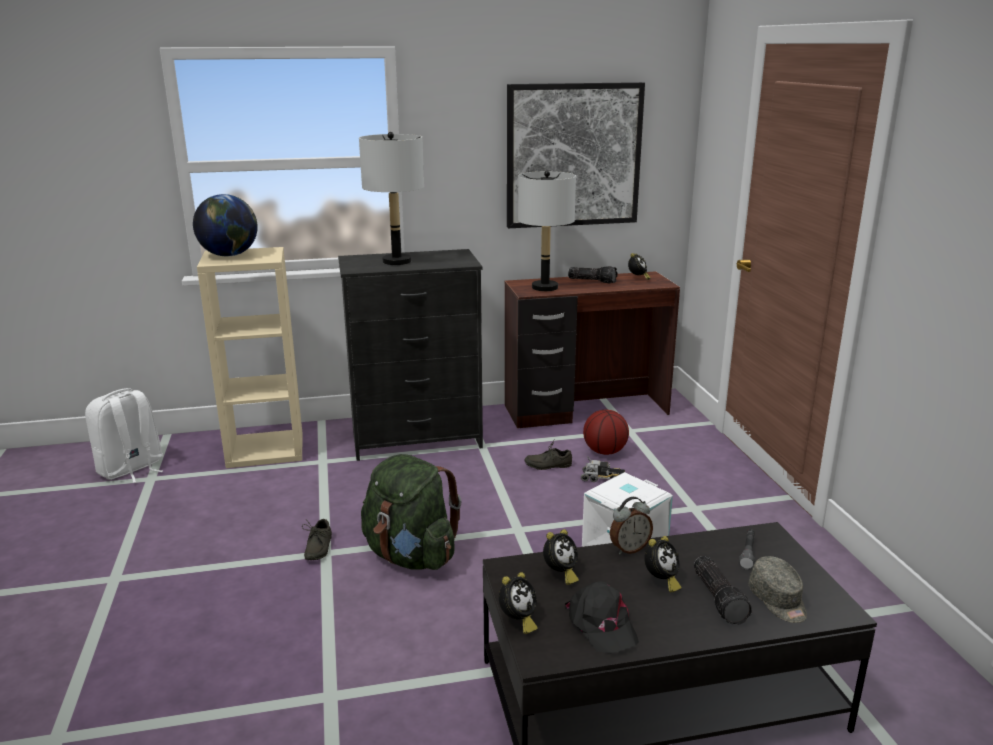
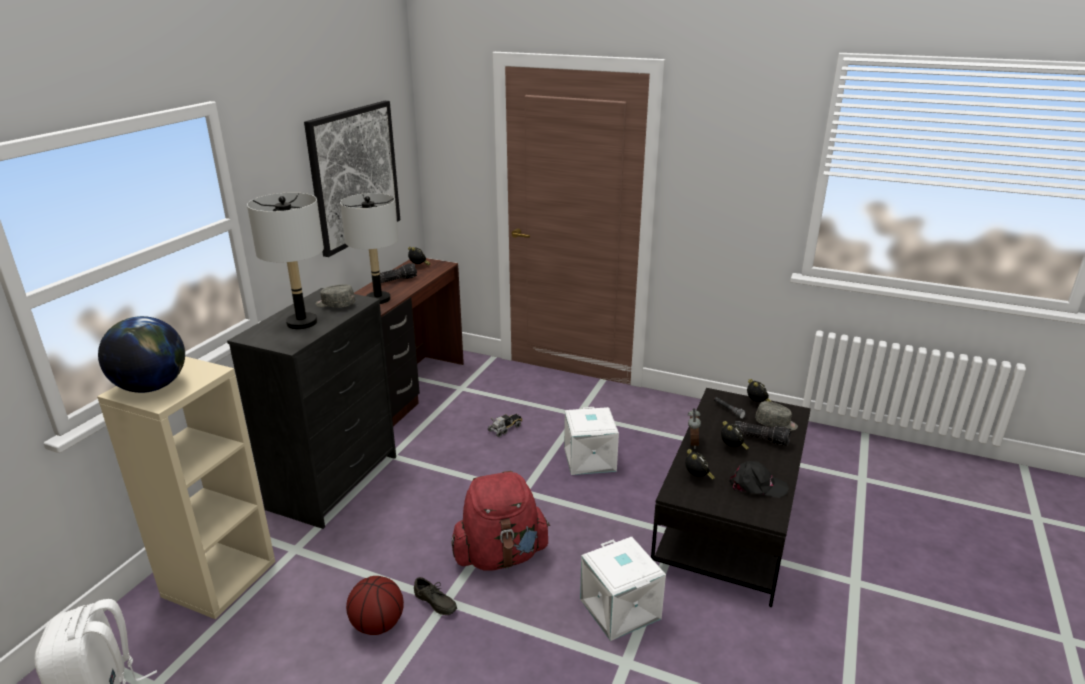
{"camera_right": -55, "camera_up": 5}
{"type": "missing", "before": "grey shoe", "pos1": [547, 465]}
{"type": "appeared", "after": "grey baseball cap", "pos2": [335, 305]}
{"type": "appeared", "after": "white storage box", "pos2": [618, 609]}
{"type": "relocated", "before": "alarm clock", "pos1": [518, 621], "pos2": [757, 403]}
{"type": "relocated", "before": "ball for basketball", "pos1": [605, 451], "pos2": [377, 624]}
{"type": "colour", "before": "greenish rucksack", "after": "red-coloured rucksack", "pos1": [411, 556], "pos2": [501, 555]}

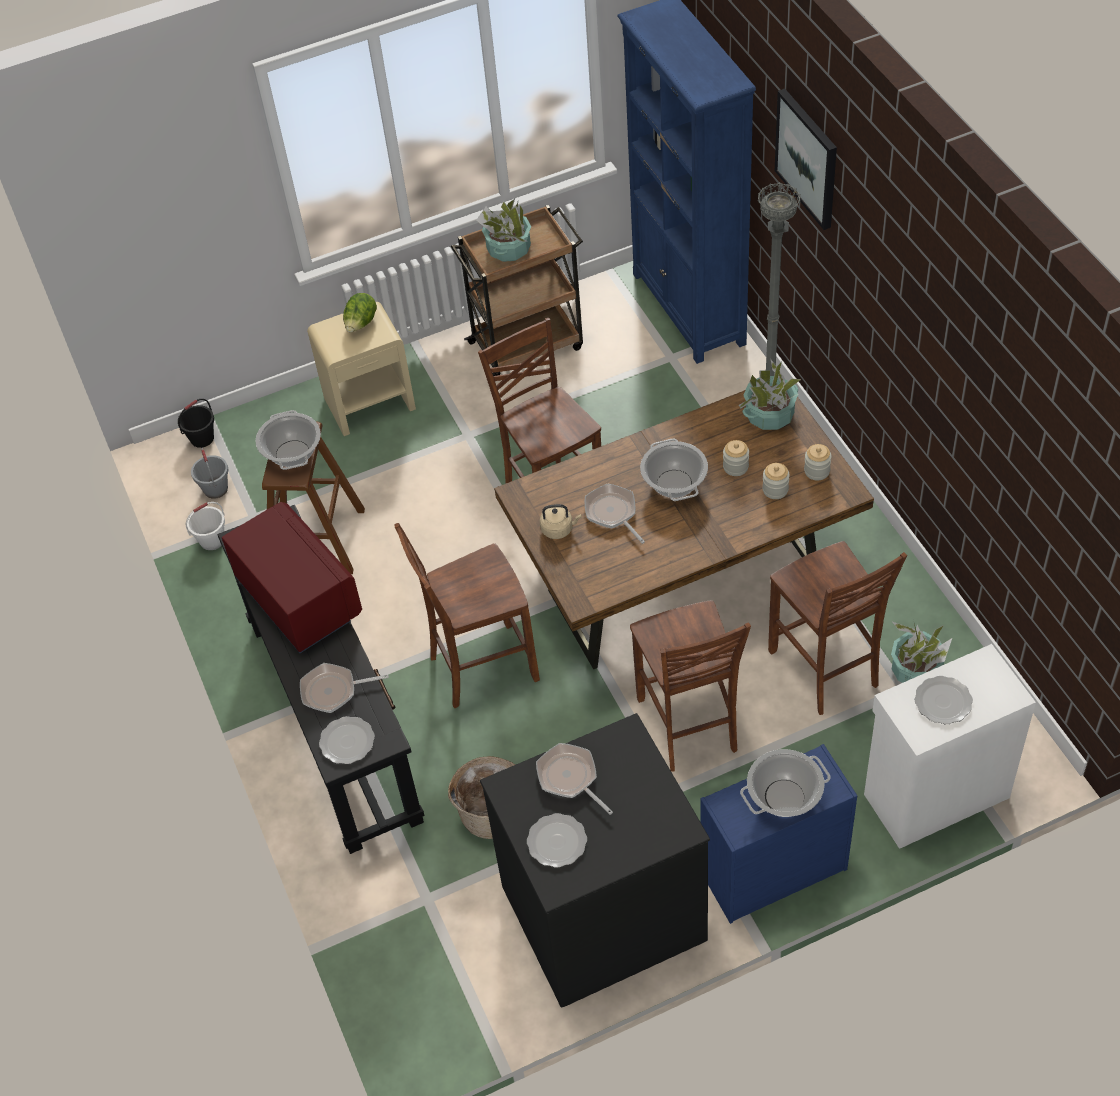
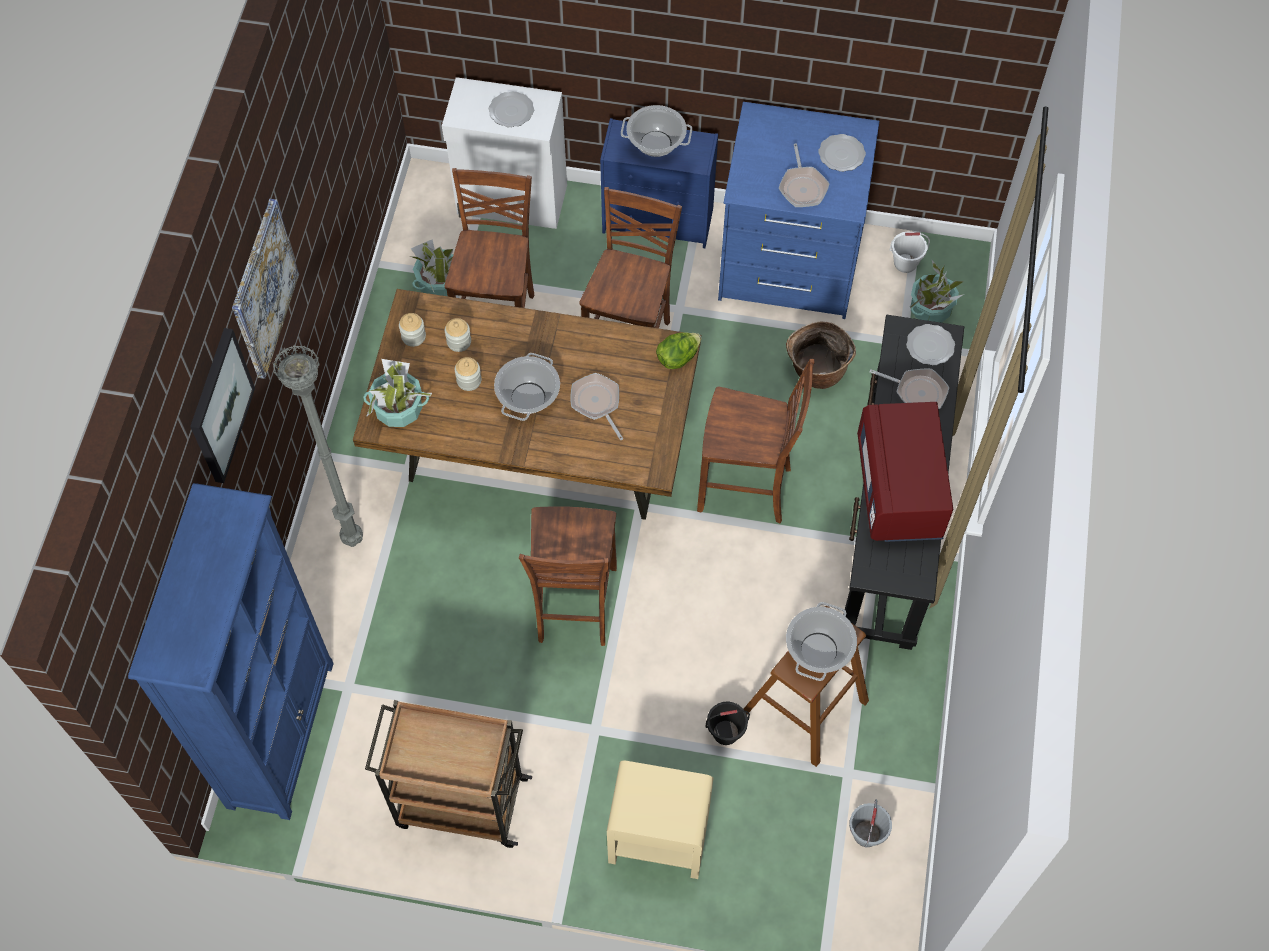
{"camera_right": -150, "camera_up": 10}
{"type": "missing", "before": "beige-coloured tea kettle", "pos1": [559, 529]}
{"type": "appeared", "after": "wall art", "pos2": [263, 289]}
{"type": "relocated", "before": "black-coloured bucket", "pos1": [202, 438], "pos2": [725, 732]}
{"type": "relocated", "before": "white bucket", "pos1": [212, 540], "pos2": [905, 263]}
{"type": "relocated", "before": "lettuce head", "pos1": [361, 324], "pos2": [678, 357]}
{"type": "relocated", "before": "plant in a pot", "pos1": [508, 249], "pos2": [930, 308]}
{"type": "colour", "before": "black-coloured chest of drawers", "after": "blue-coloured chest of drawers", "pos1": [602, 910], "pos2": [788, 264]}
{"type": "spun", "before": "pan", "pos1": [612, 513], "pos2": [597, 403], "turn": 150}

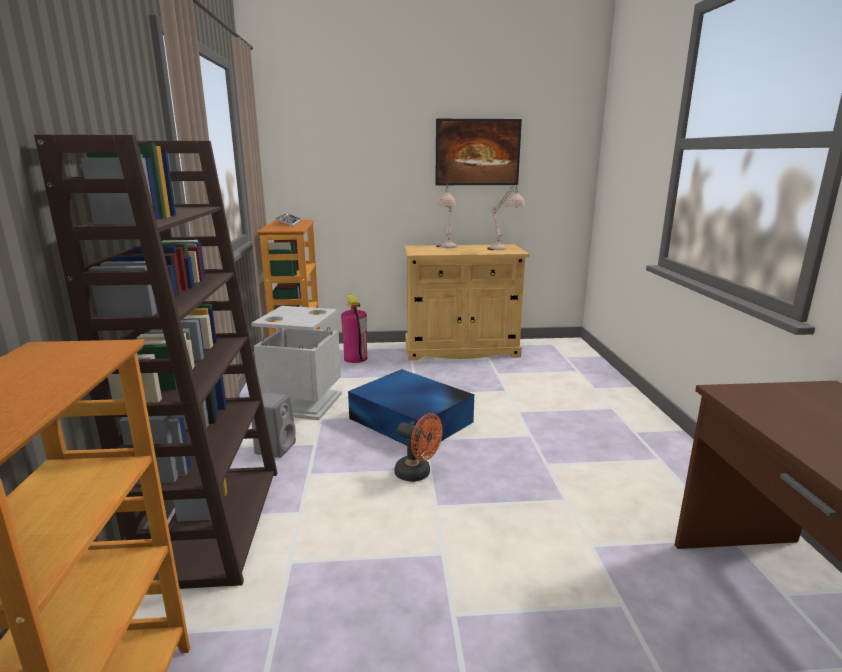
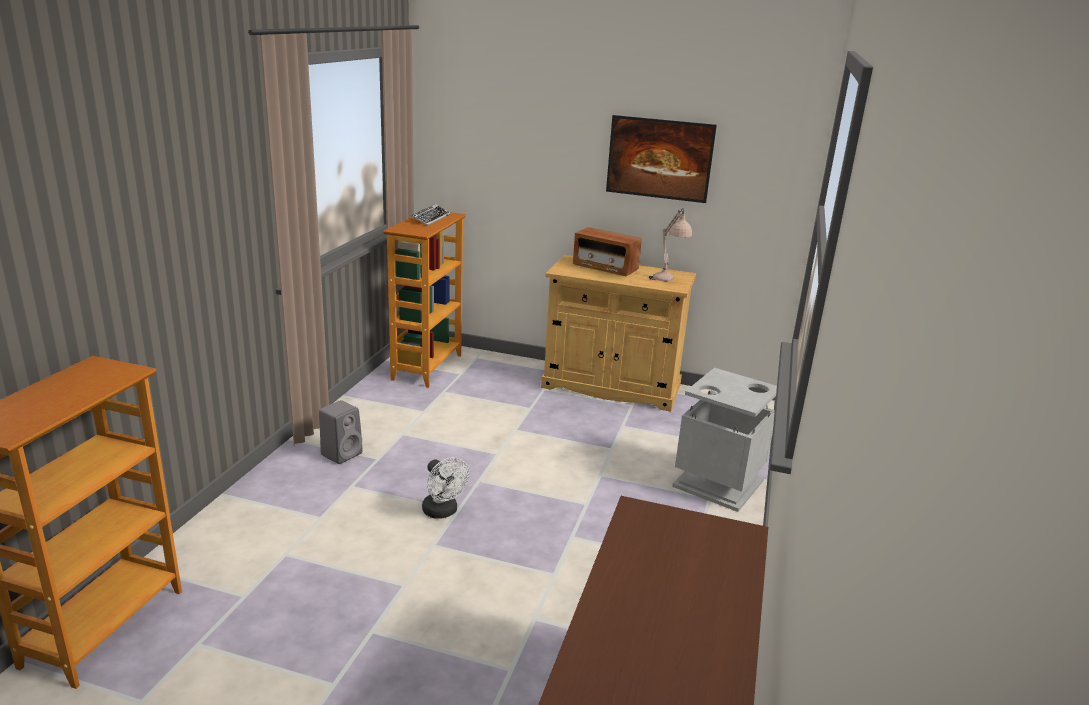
{"camera_right": 20, "camera_up": 5}
{"type": "missing", "before": "brown-coloured bookshelf", "pos1": [214, 522]}
{"type": "missing", "before": "extinguisher", "pos1": [355, 358]}
{"type": "missing", "before": "blue-coloured storage box", "pos1": [411, 421]}
{"type": "relocated", "before": "grey rubbish bin", "pos1": [303, 403], "pos2": [719, 483]}
{"type": "exchanged", "before": "beige-coloured tabletop lamp", "after": "radio receiver", "pos1": [446, 248], "pos2": [605, 267]}
{"type": "colour", "before": "orange-coloured fan", "after": "white fan", "pos1": [418, 474], "pos2": [443, 512]}

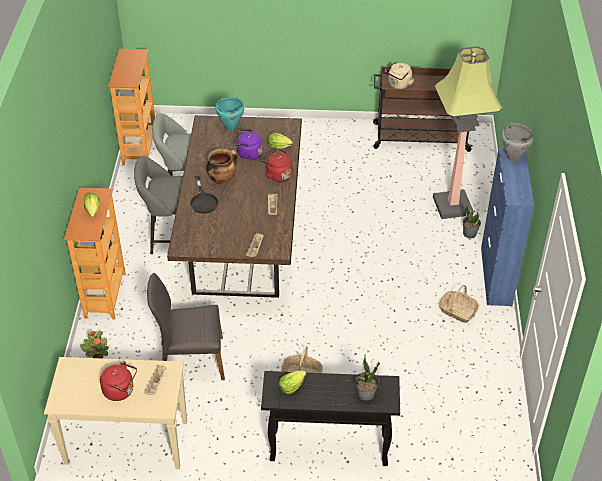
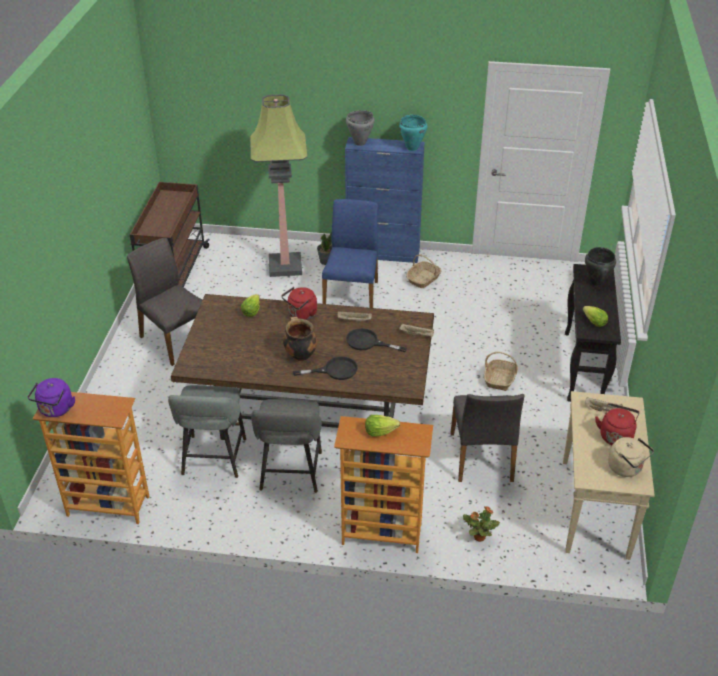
{"camera_right": -85, "camera_up": -5}
{"type": "appeared", "after": "grey upright chair", "pos2": [175, 339]}
{"type": "appeared", "after": "blue-coloured upright chair", "pos2": [352, 295]}
{"type": "appeared", "after": "black-coloured pan", "pos2": [368, 342]}
{"type": "relocated", "before": "turquoise-coloured cooking pot", "pos1": [230, 127], "pos2": [412, 148]}
{"type": "relocated", "before": "purplish tea kettle", "pos1": [248, 154], "pos2": [55, 410]}
{"type": "relocated", "before": "beige-coloured tea kettle", "pos1": [398, 85], "pos2": [626, 468]}
{"type": "exchanged", "before": "plant in a pot", "after": "black-coloured cooking pot", "pos1": [365, 394], "pos2": [596, 282]}

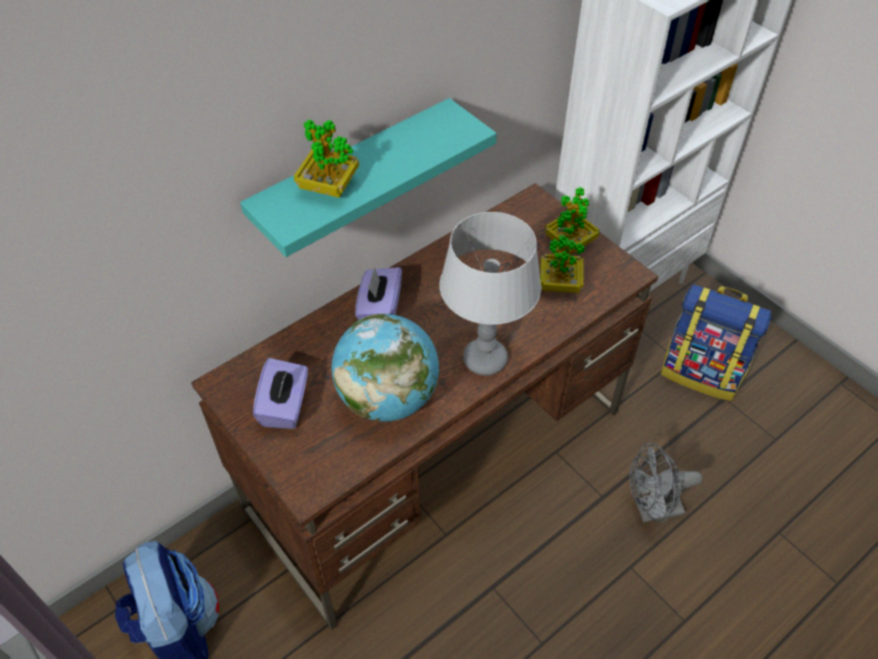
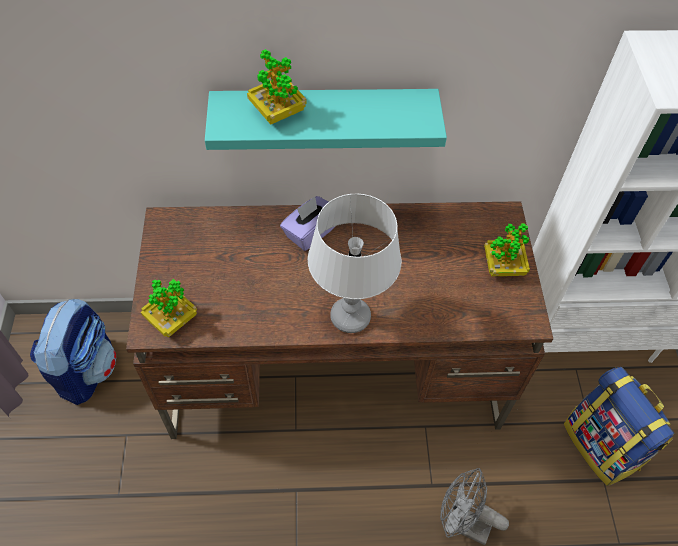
{"camera_right": 35, "camera_up": 5}
{"type": "missing", "before": "purplish box of tissues", "pos1": [285, 406]}
{"type": "missing", "before": "world globe", "pos1": [388, 398]}
{"type": "relocated", "before": "plant in a pot", "pos1": [559, 284], "pos2": [172, 320]}

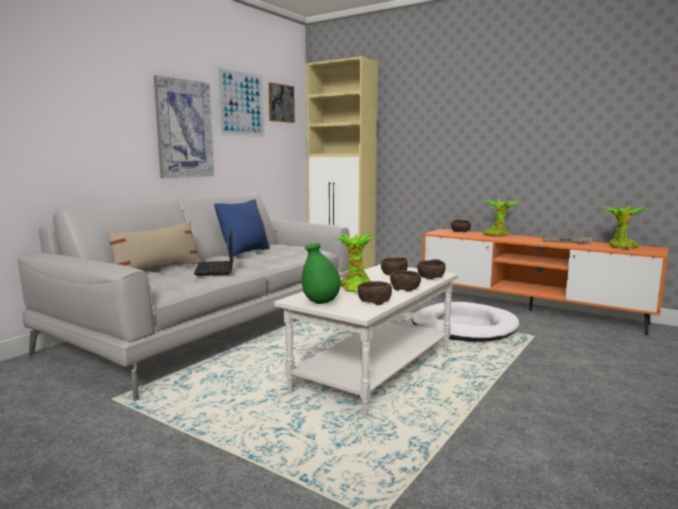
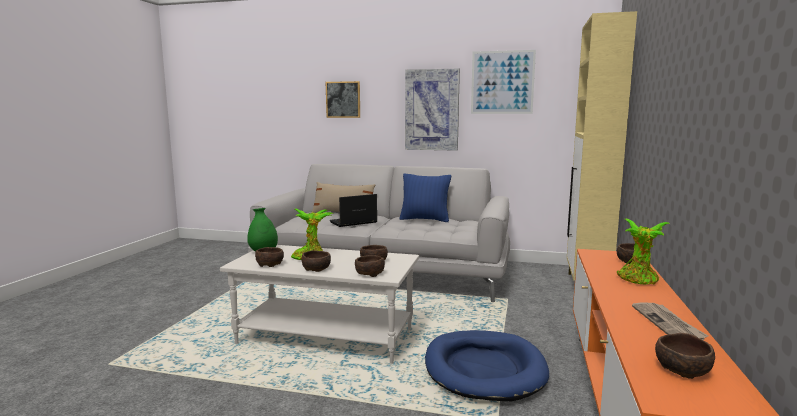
{"camera_right": 70, "camera_up": 0}
{"type": "relocated", "before": "wall art", "pos1": [281, 103], "pos2": [343, 99]}
{"type": "exchanged", "before": "plant in a pot", "after": "brown-coloured deep dish", "pos1": [622, 247], "pos2": [682, 370]}
{"type": "colour", "before": "white pet bed", "after": "blue-coloured pet bed", "pos1": [463, 327], "pos2": [484, 369]}

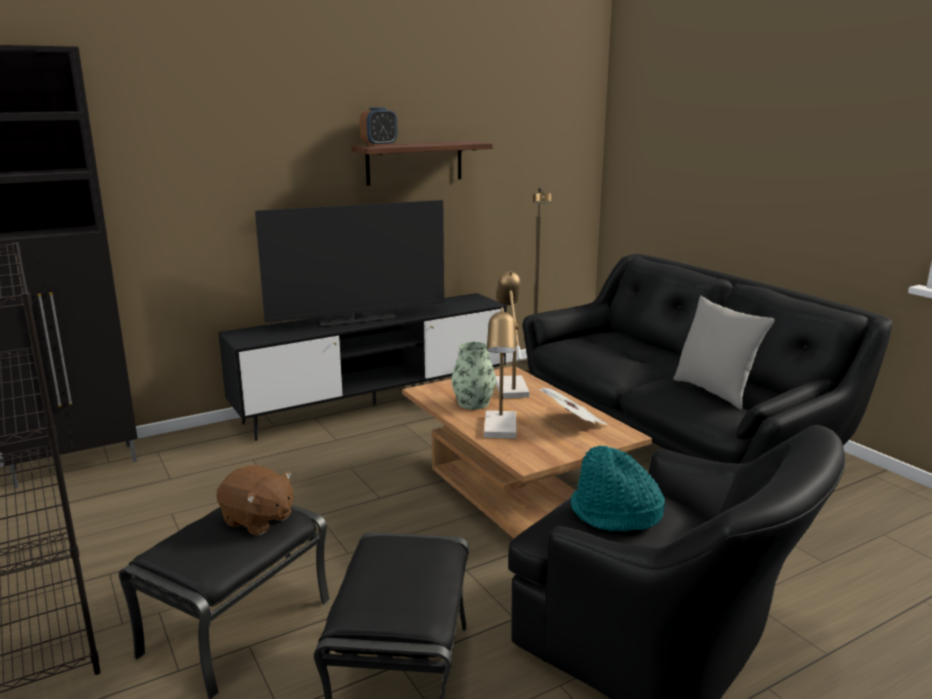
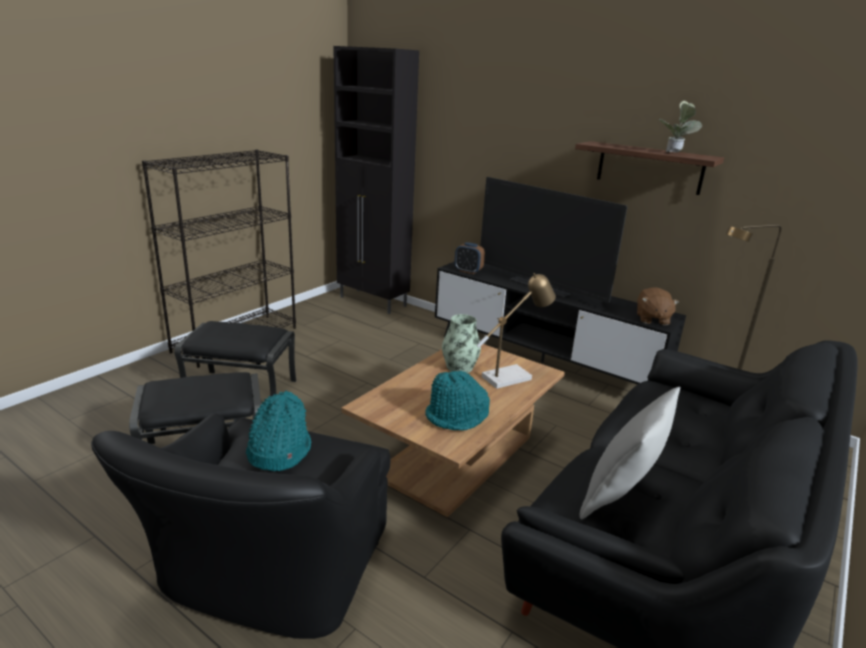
{"camera_right": 65, "camera_up": 5}
{"type": "missing", "before": "tabletop lamp", "pos1": [501, 430]}
{"type": "appeared", "after": "plant in a pot", "pos2": [674, 153]}
{"type": "relocated", "before": "brown-coloured plush toy", "pos1": [258, 520], "pos2": [652, 319]}
{"type": "relocated", "before": "alarm clock", "pos1": [379, 145], "pos2": [468, 271]}
{"type": "exchanged", "before": "newspaper", "after": "turquoise-coloured hat", "pos1": [572, 423], "pos2": [457, 416]}

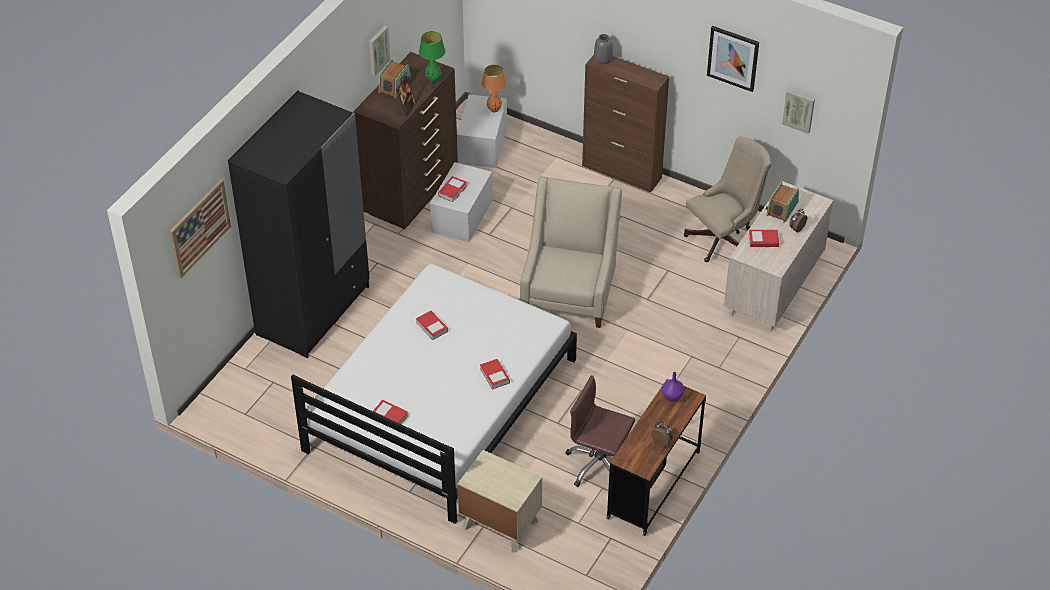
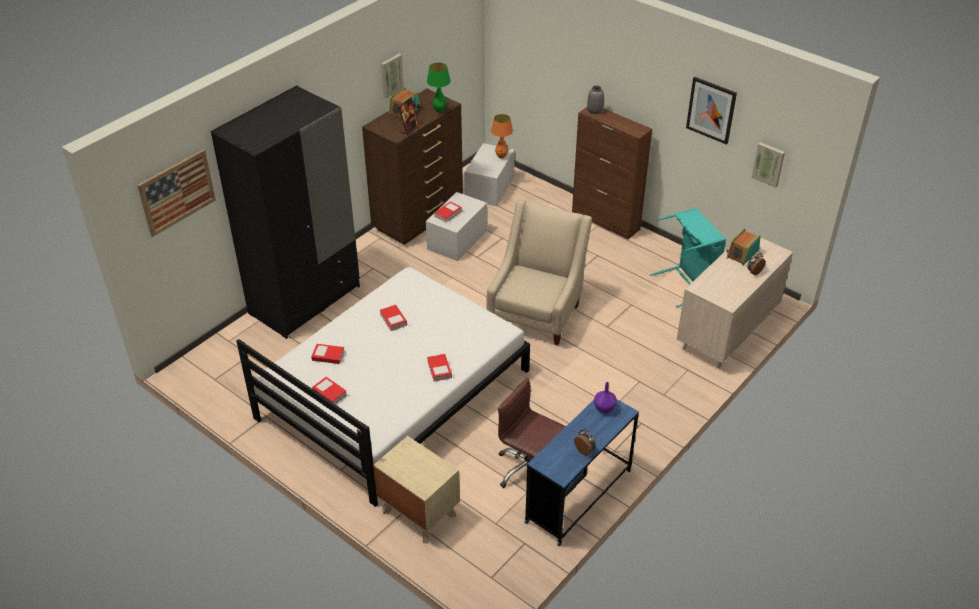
{"camera_right": 10, "camera_up": -5}
{"type": "relocated", "before": "book", "pos1": [763, 240], "pos2": [328, 356]}
{"type": "exchanged", "before": "beige-coloured desk chair", "after": "turquoise-coloured washing basket", "pos1": [724, 238], "pos2": [688, 284]}
{"type": "colour", "before": "brown-coloured desk", "after": "blue-coloured desk", "pos1": [654, 485], "pos2": [578, 496]}

